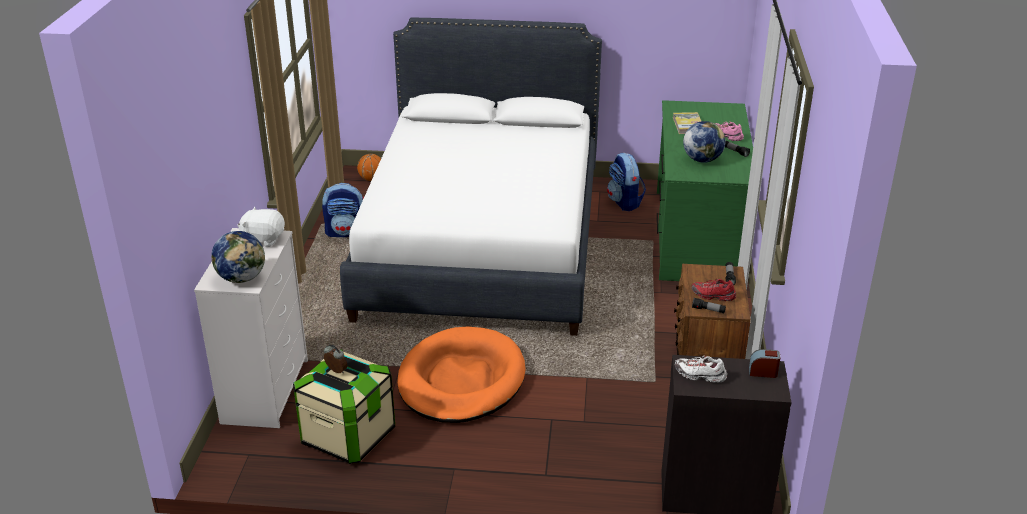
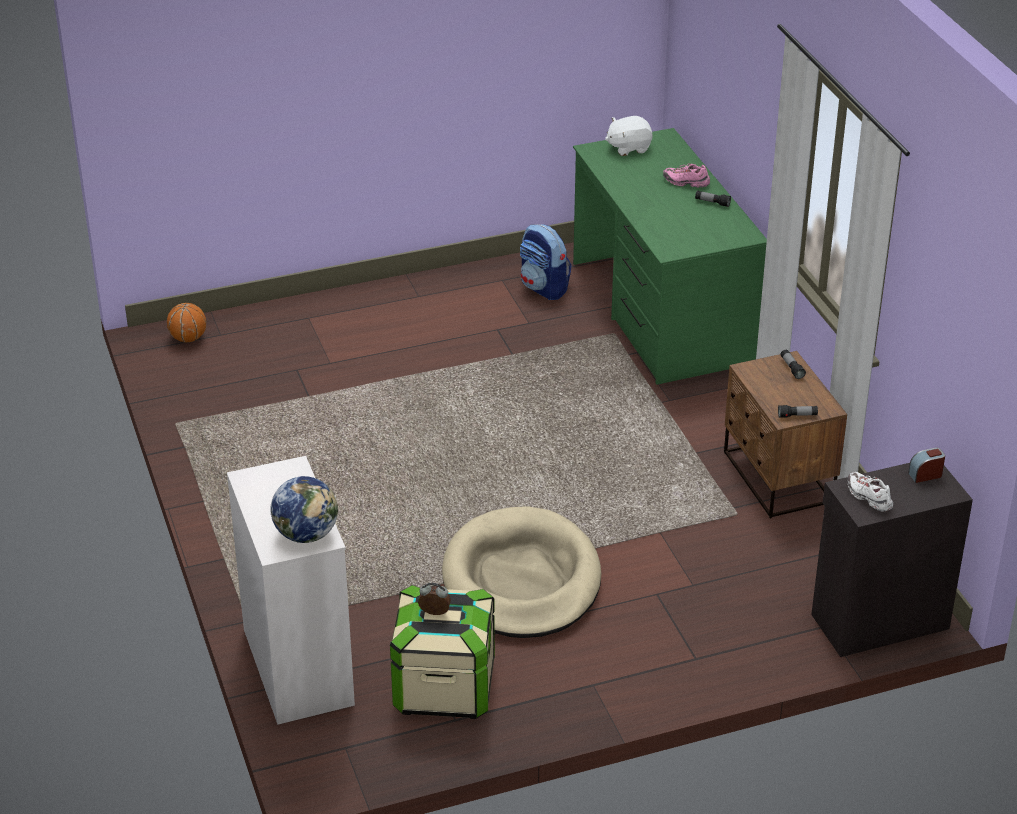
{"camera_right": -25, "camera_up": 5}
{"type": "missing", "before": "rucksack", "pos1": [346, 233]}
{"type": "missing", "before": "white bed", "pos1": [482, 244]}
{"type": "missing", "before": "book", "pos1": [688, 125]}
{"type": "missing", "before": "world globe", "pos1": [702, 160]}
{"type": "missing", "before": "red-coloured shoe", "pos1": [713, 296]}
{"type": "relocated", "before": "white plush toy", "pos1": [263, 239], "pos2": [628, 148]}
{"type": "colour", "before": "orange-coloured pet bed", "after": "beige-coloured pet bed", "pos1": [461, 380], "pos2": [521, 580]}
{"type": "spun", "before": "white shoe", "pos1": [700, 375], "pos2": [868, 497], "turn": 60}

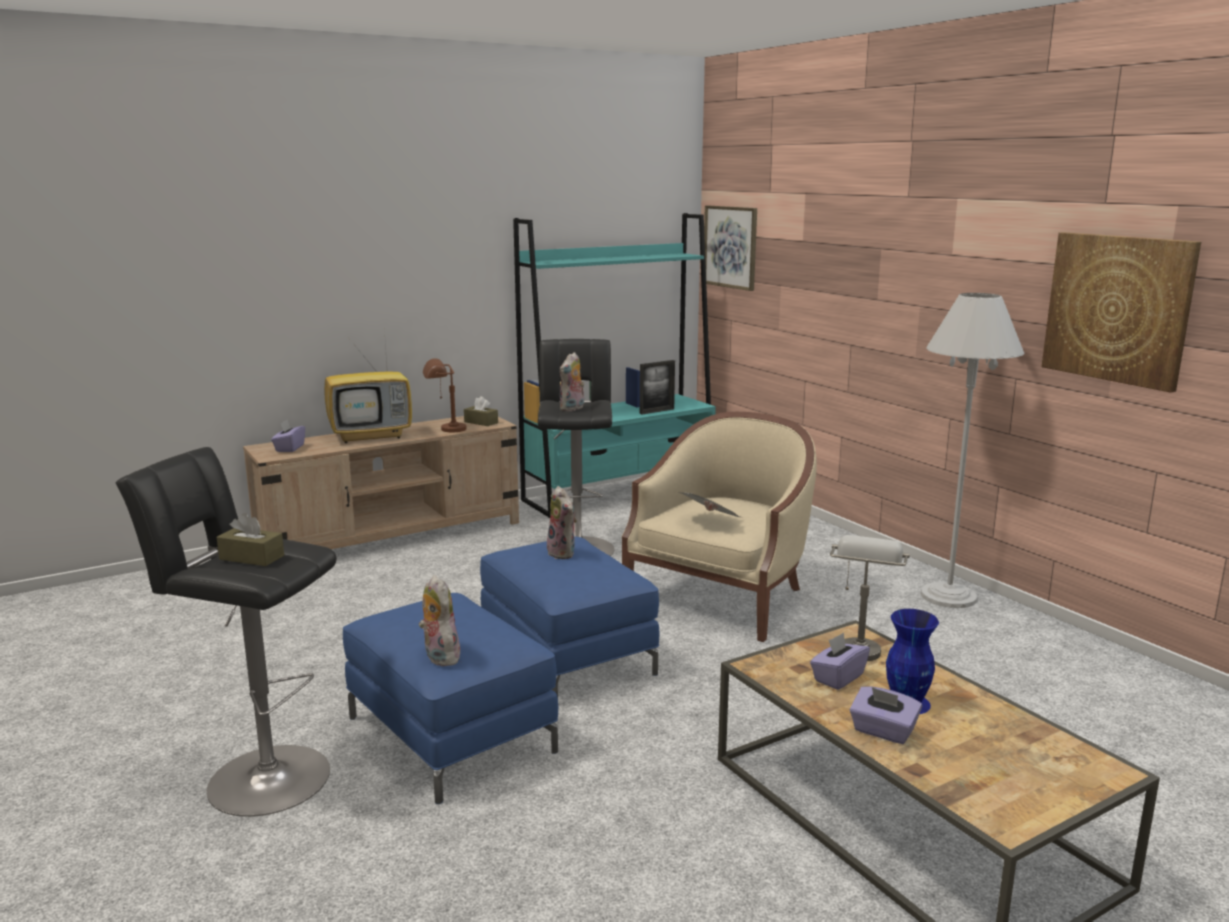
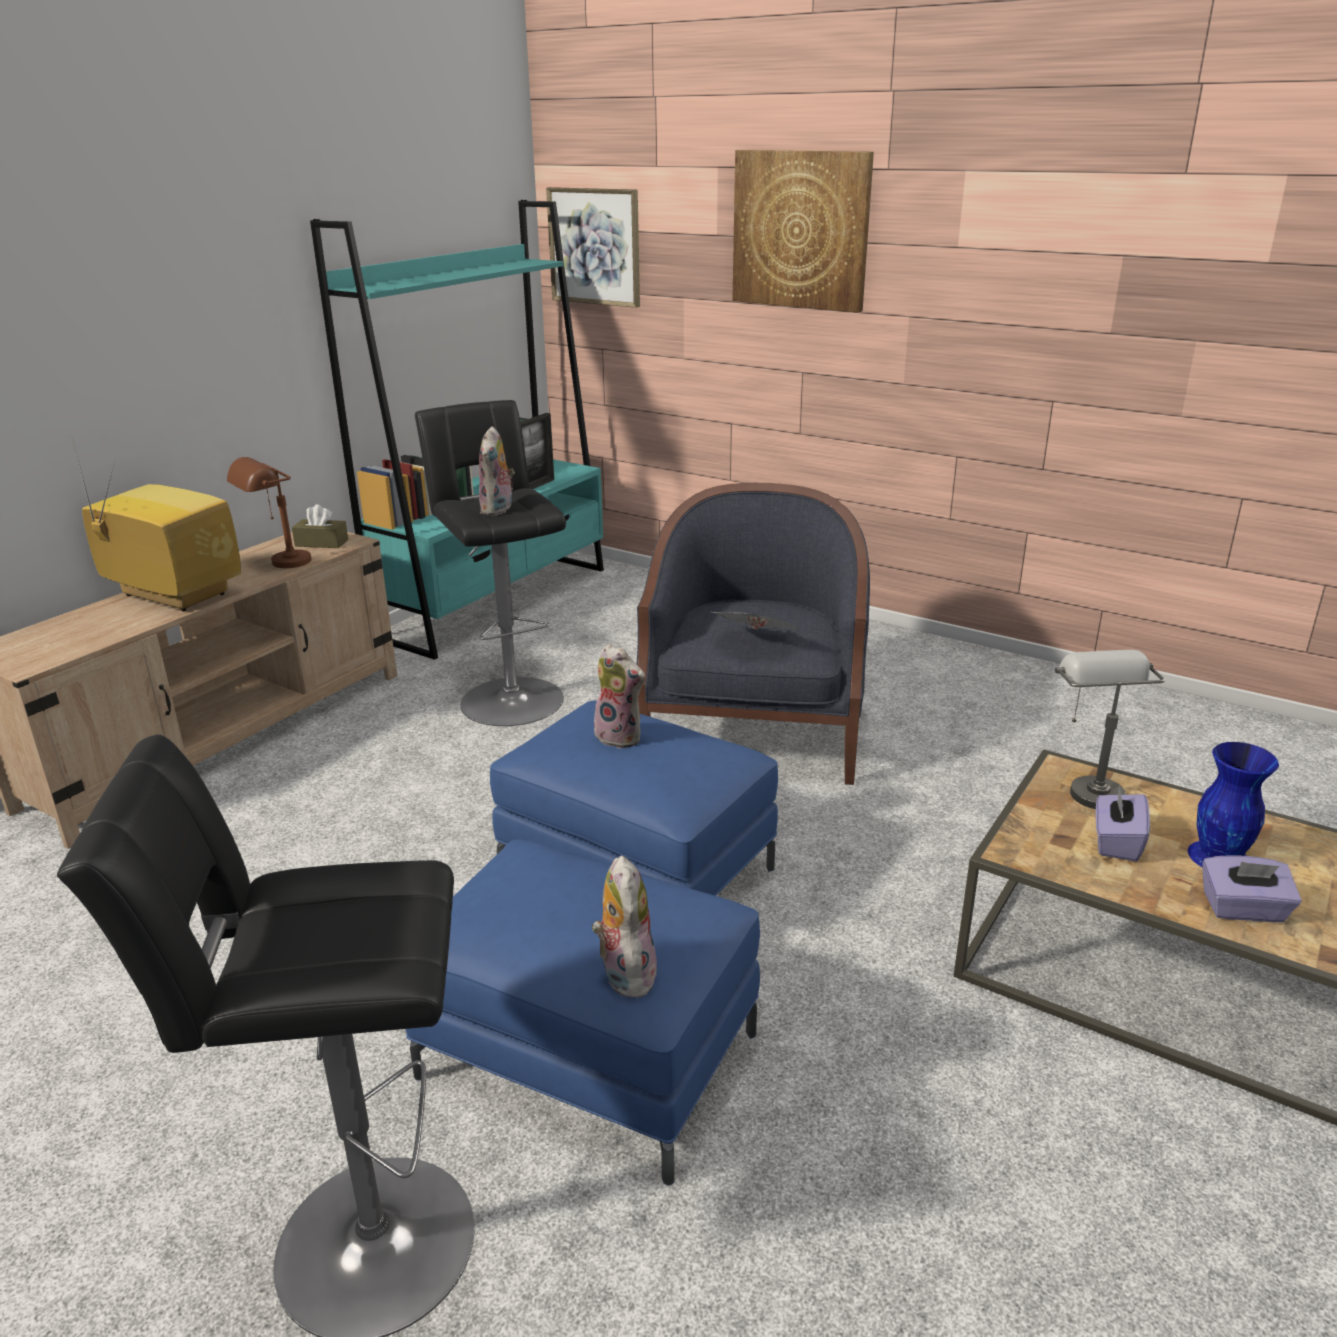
{"camera_right": -25, "camera_up": 10}
{"type": "missing", "before": "brown-coloured box of tissues", "pos1": [251, 557]}
{"type": "missing", "before": "purplish box of tissues", "pos1": [289, 448]}
{"type": "missing", "before": "white standing lamp", "pos1": [948, 596]}
{"type": "relocated", "before": "wall art", "pos1": [1118, 308], "pos2": [801, 230]}
{"type": "colour", "before": "beige-coloured armchair", "after": "blue-coloured armchair", "pos1": [722, 598], "pos2": [753, 733]}
{"type": "spun", "before": "TV set", "pos1": [372, 436], "pos2": [171, 595], "turn": -105}
{"type": "spun", "before": "plush toy", "pos1": [439, 657], "pos2": [624, 973], "turn": 45}

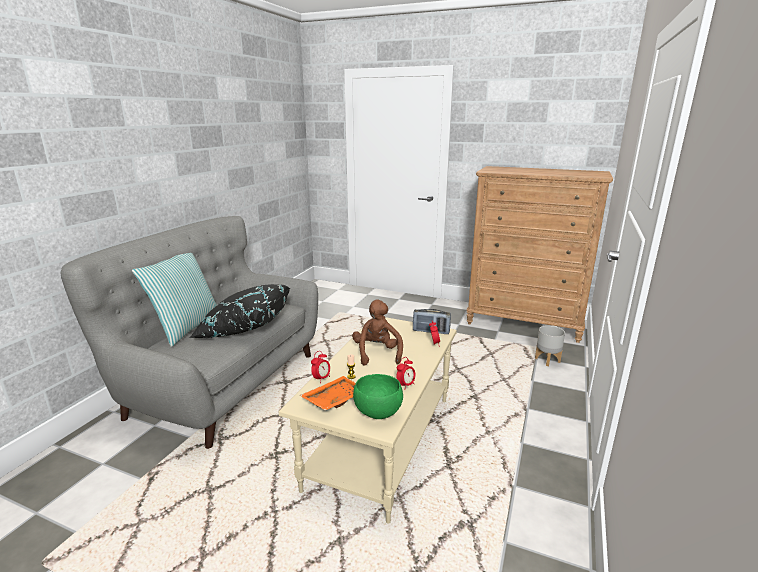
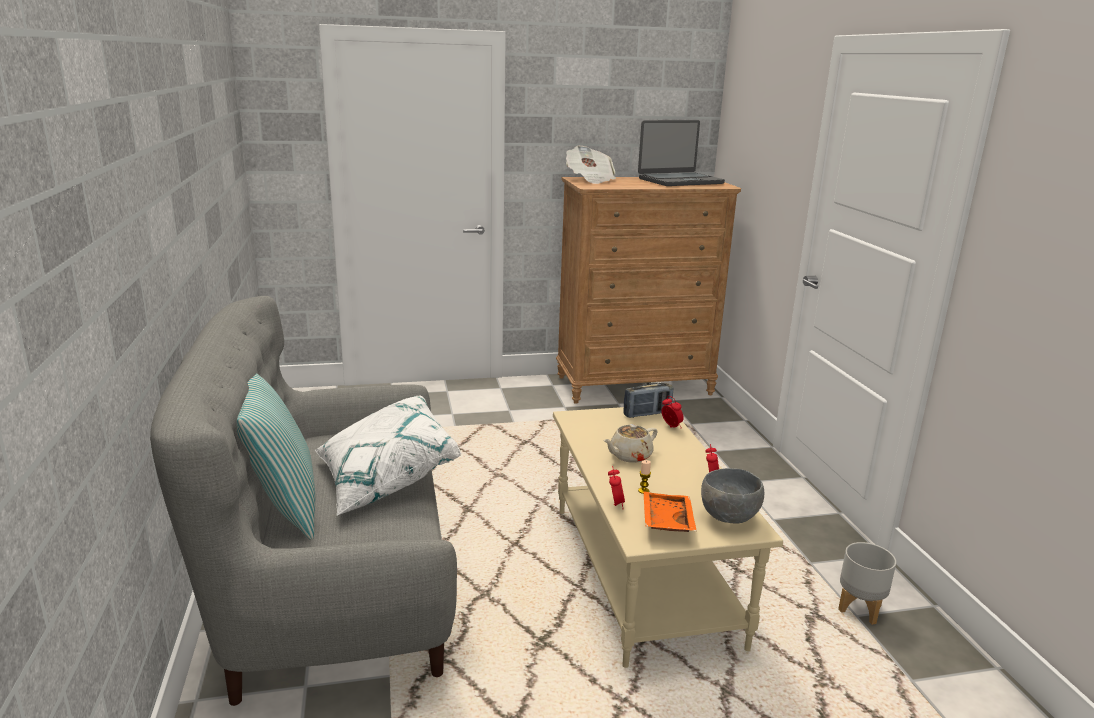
{"camera_right": -35, "camera_up": 0}
{"type": "appeared", "after": "newspaper", "pos2": [590, 179]}
{"type": "appeared", "after": "notebook computer", "pos2": [679, 181]}
{"type": "relocated", "before": "grey plant pot", "pos1": [547, 360], "pos2": [859, 609]}
{"type": "exchanged", "before": "brown-coloured plush toy", "after": "beige-coloured teapot", "pos1": [377, 353], "pos2": [629, 456]}
{"type": "colour", "before": "black-coloured throw pillow", "after": "white throw pillow", "pos1": [244, 328], "pos2": [384, 479]}
{"type": "colour", "before": "greenish deep dish", "after": "grey deep dish", "pos1": [378, 413], "pos2": [730, 518]}

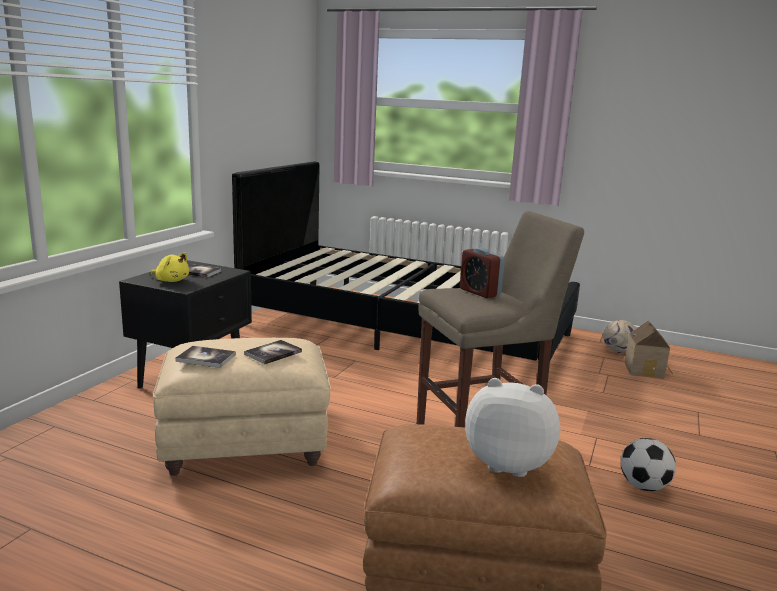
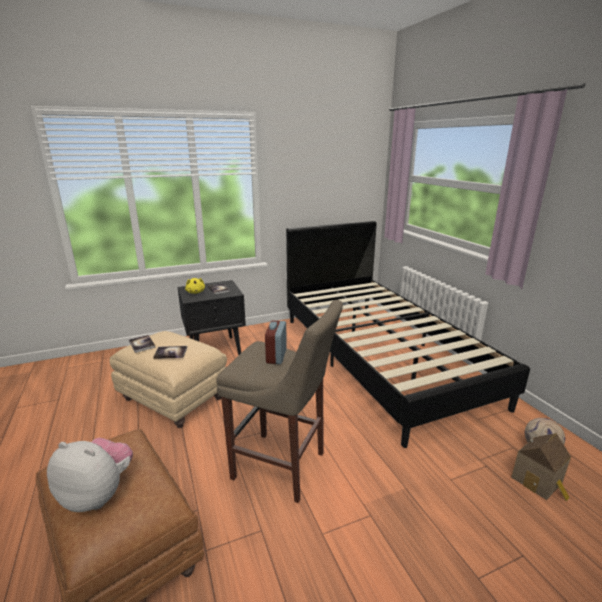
{"camera_right": 45, "camera_up": 5}
{"type": "missing", "before": "football ball", "pos1": [643, 486]}
{"type": "spun", "before": "plush toy", "pos1": [508, 463], "pos2": [98, 494], "turn": -45}

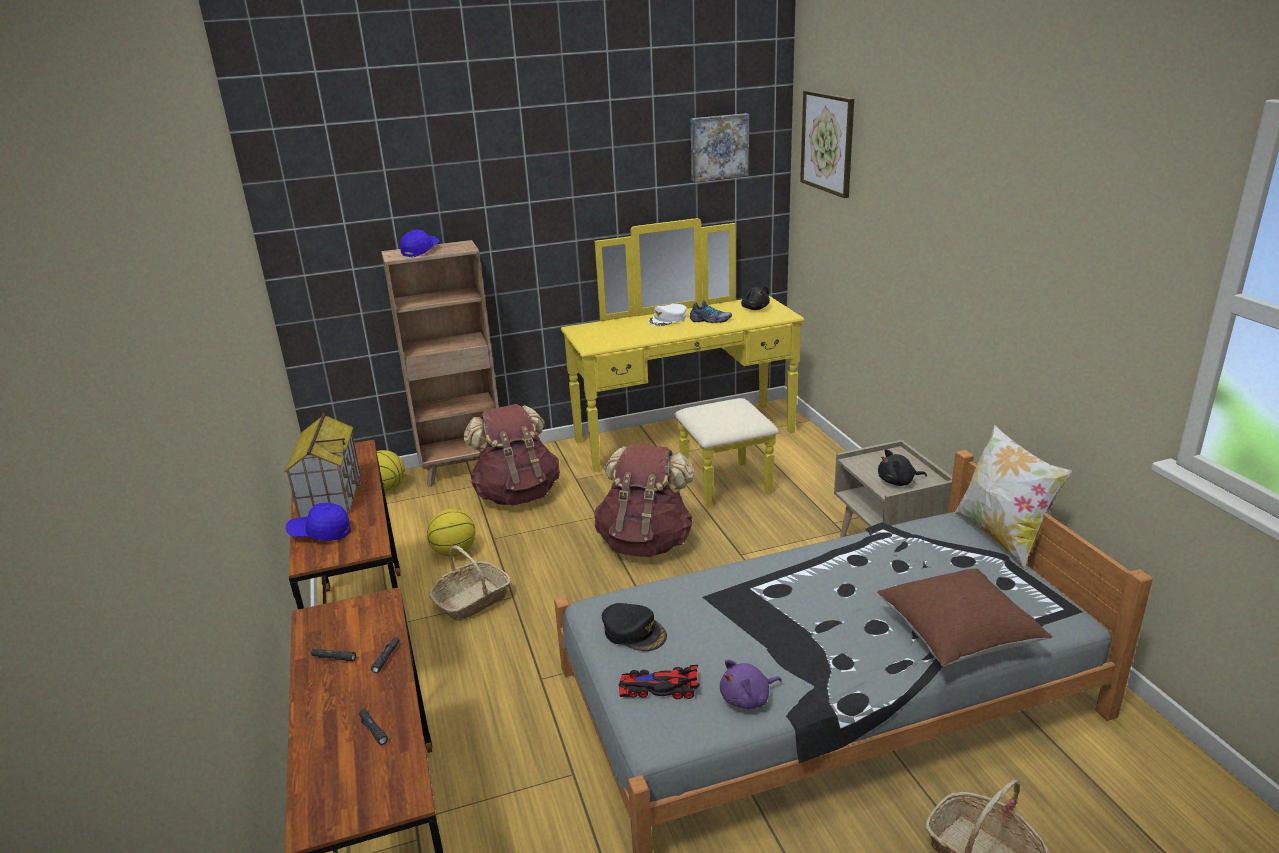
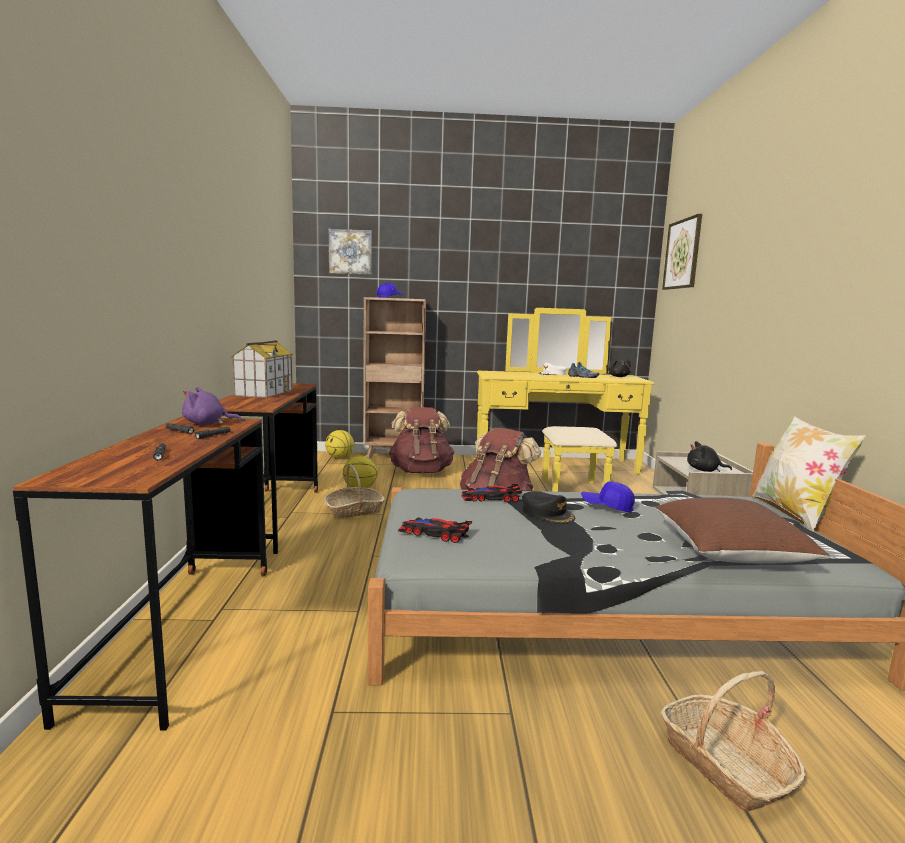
{"camera_right": 15, "camera_up": -15}
{"type": "appeared", "after": "miniature car", "pos2": [490, 498]}
{"type": "relocated", "before": "blue-coloured baseball cap", "pos1": [320, 533], "pos2": [607, 506]}
{"type": "relocated", "before": "black-coloured baseball cap", "pos1": [634, 632], "pos2": [547, 513]}
{"type": "relocated", "before": "wall art", "pos1": [718, 147], "pos2": [350, 252]}
{"type": "relocated", "before": "purplish plush toy", "pos1": [748, 699], "pos2": [207, 424]}

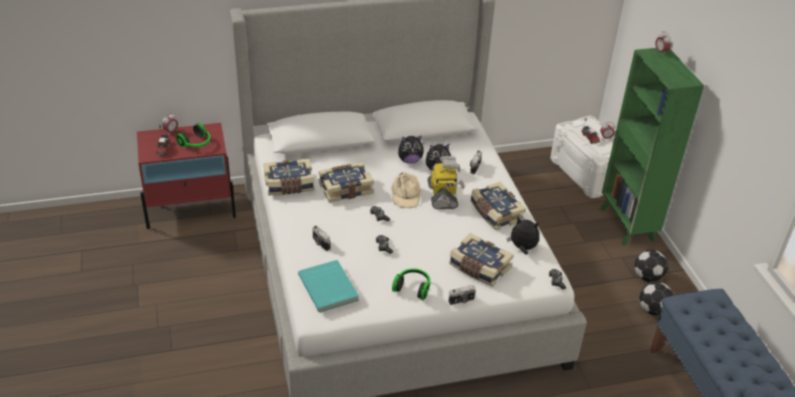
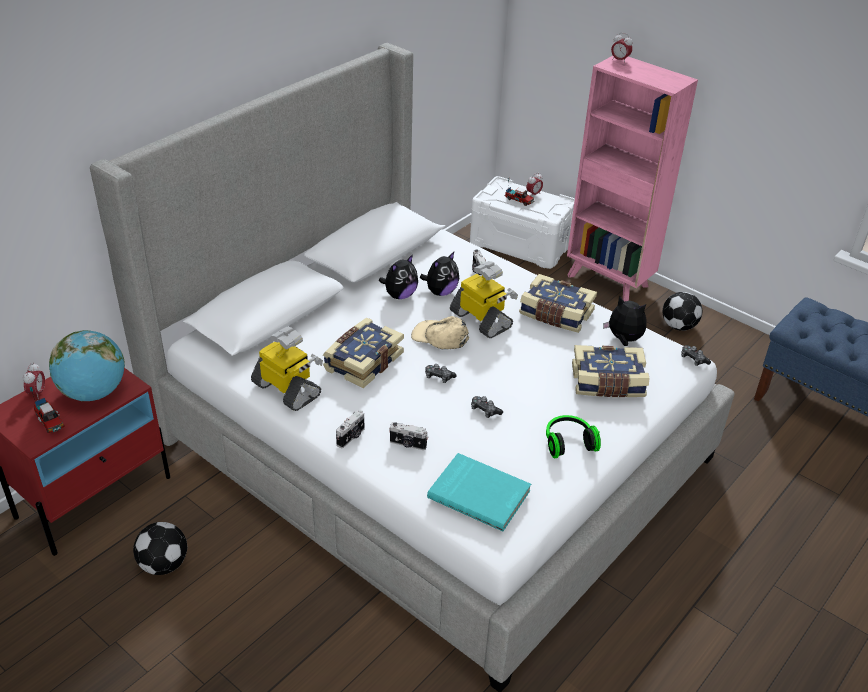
{"camera_right": -35, "camera_up": 0}
{"type": "relocated", "before": "still camera", "pos1": [461, 301], "pos2": [351, 437]}
{"type": "relocated", "before": "football ball", "pos1": [653, 310], "pos2": [165, 564]}
{"type": "exchanged", "before": "headphones", "after": "world globe", "pos1": [196, 144], "pos2": [94, 393]}
{"type": "exchanged", "before": "book", "after": "model robot", "pos1": [289, 185], "pos2": [288, 390]}
{"type": "colour", "before": "greenish bookshelf", "after": "pink bookshelf", "pos1": [627, 225], "pos2": [609, 282]}
{"type": "spun", "before": "beige-coloured baseball cap", "pos1": [405, 195], "pos2": [440, 337], "turn": 150}
{"type": "spun", "before": "plush toy", "pos1": [522, 248], "pos2": [623, 339], "turn": 45}

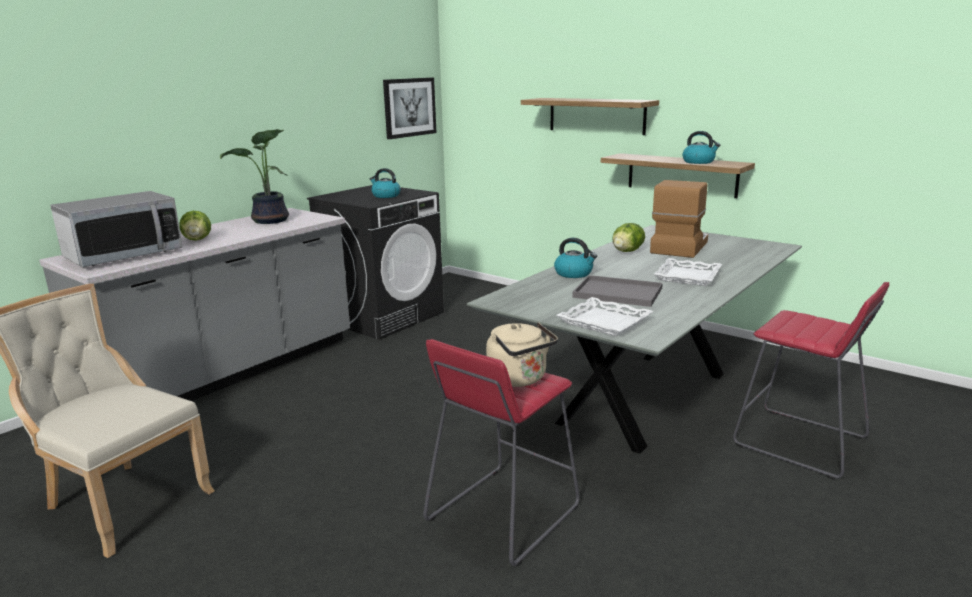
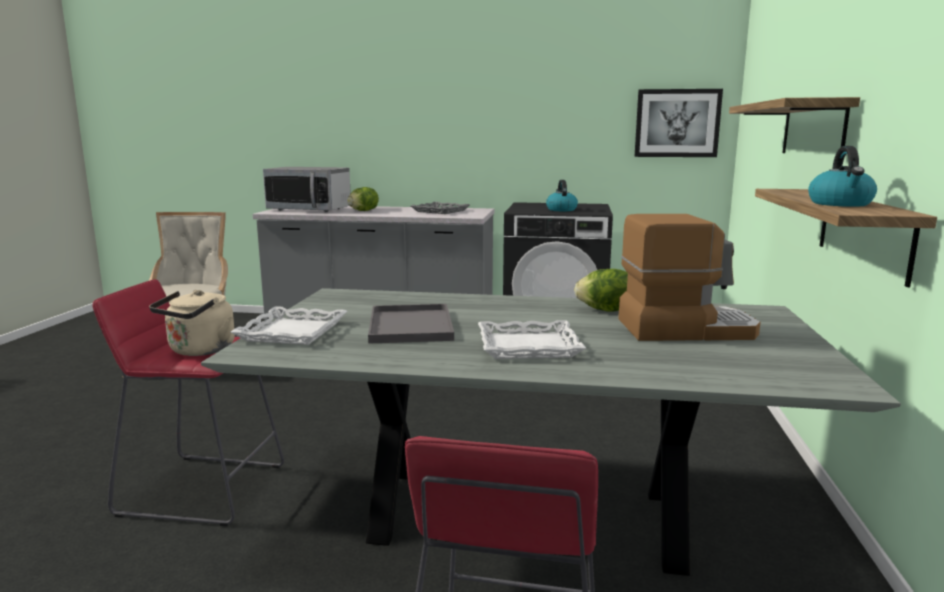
{"camera_right": 60, "camera_up": -5}
{"type": "missing", "before": "tea kettle", "pos1": [574, 273]}
{"type": "exchanged", "before": "plant in a pot", "after": "grey serving tray", "pos1": [270, 221], "pos2": [440, 211]}

